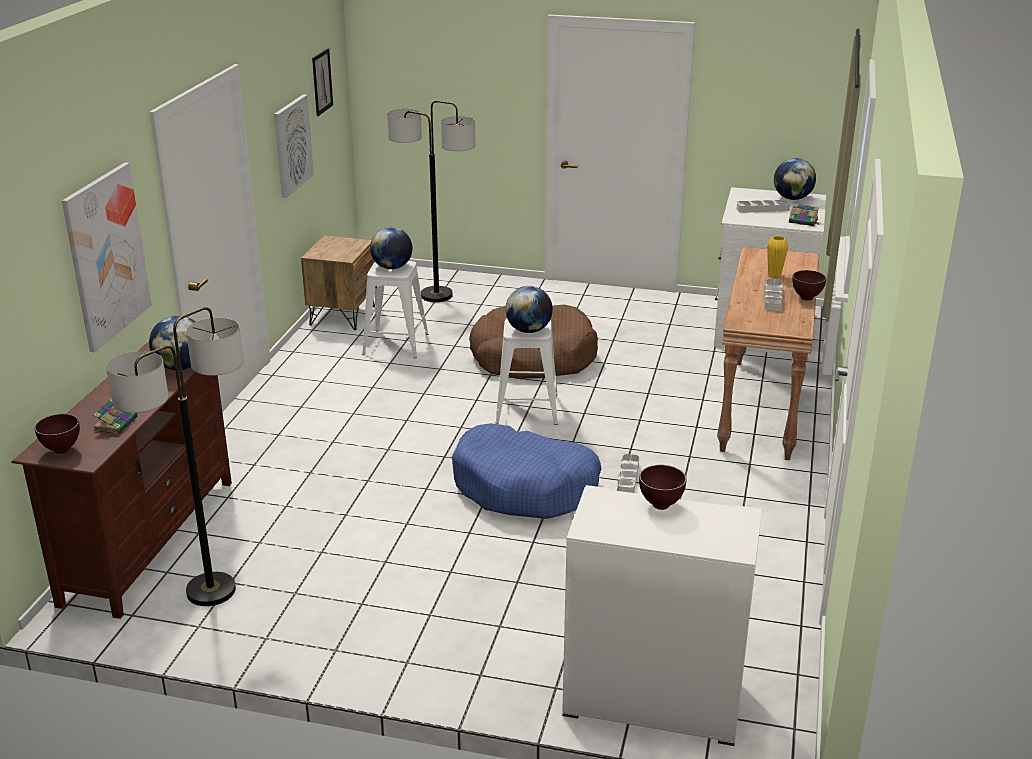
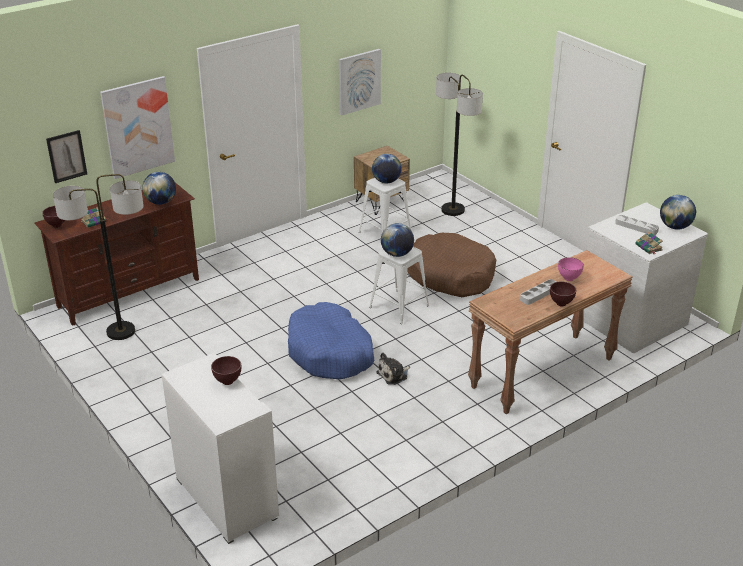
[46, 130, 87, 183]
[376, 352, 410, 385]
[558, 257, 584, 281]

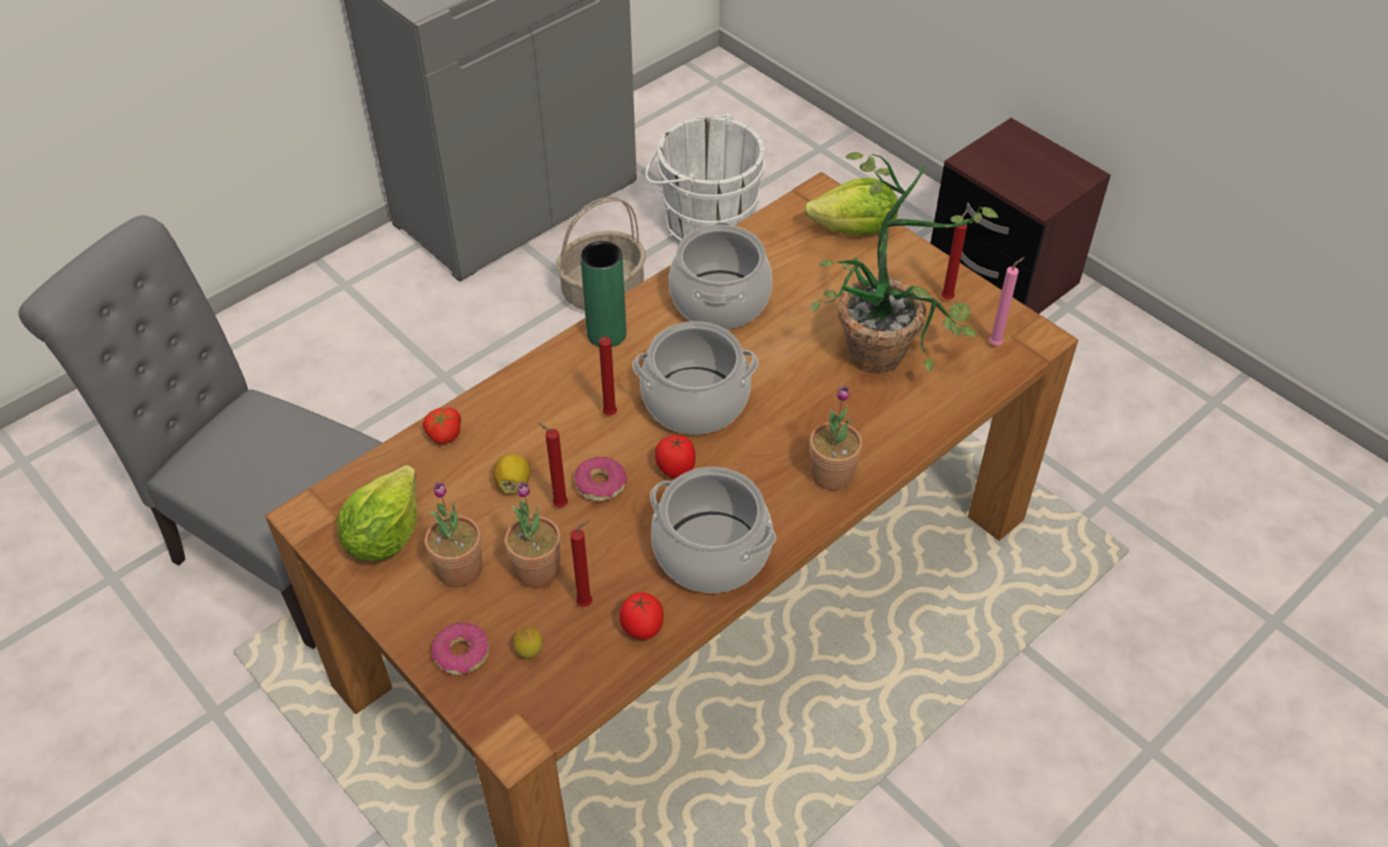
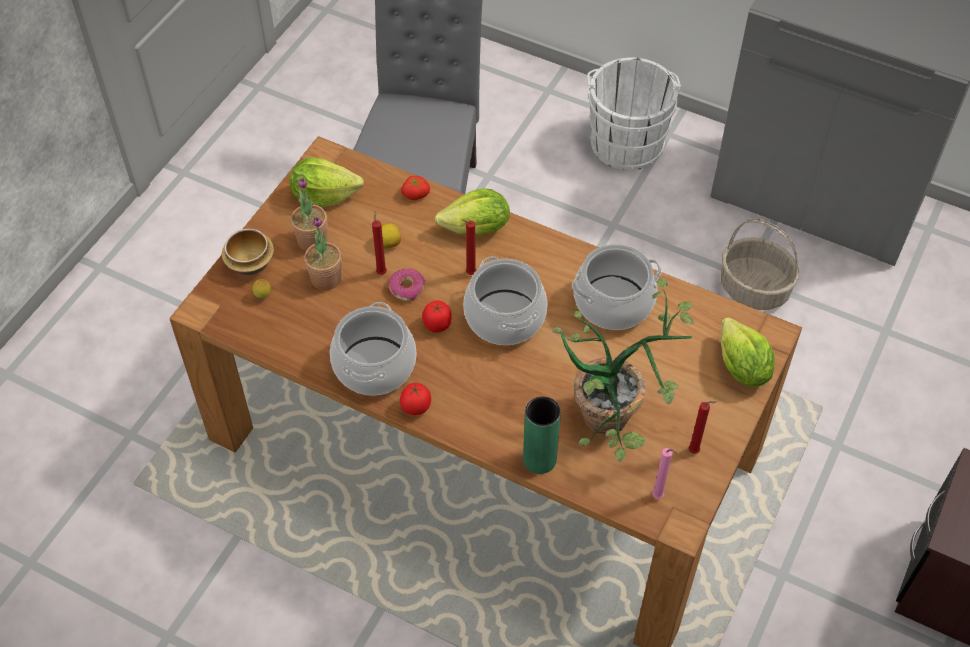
[222, 229, 274, 275]
[570, 520, 592, 607] (first image)
[523, 396, 561, 474]
[400, 383, 431, 415]
[587, 58, 681, 171]
[809, 386, 862, 490] (first image)
[435, 188, 510, 236]

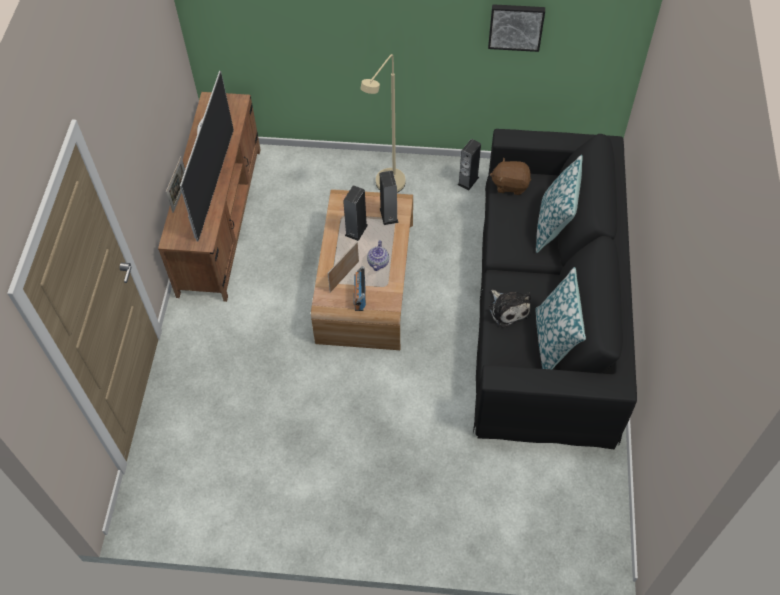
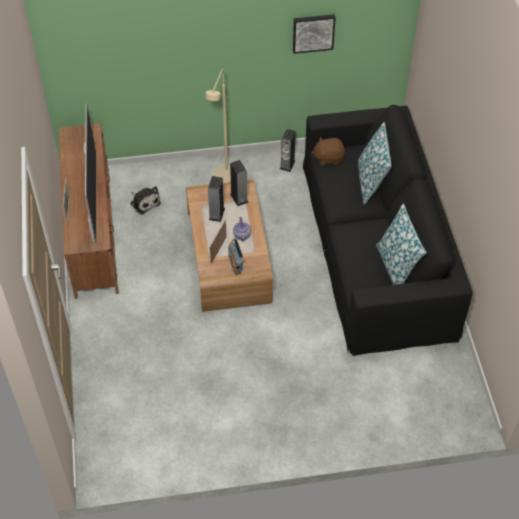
[131, 186, 161, 215]

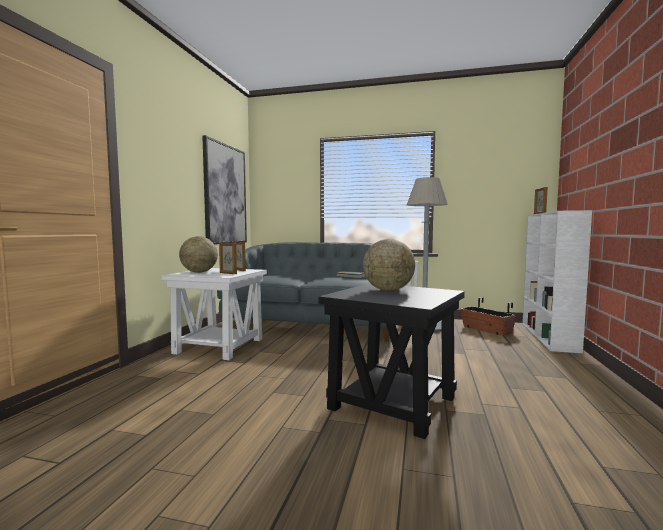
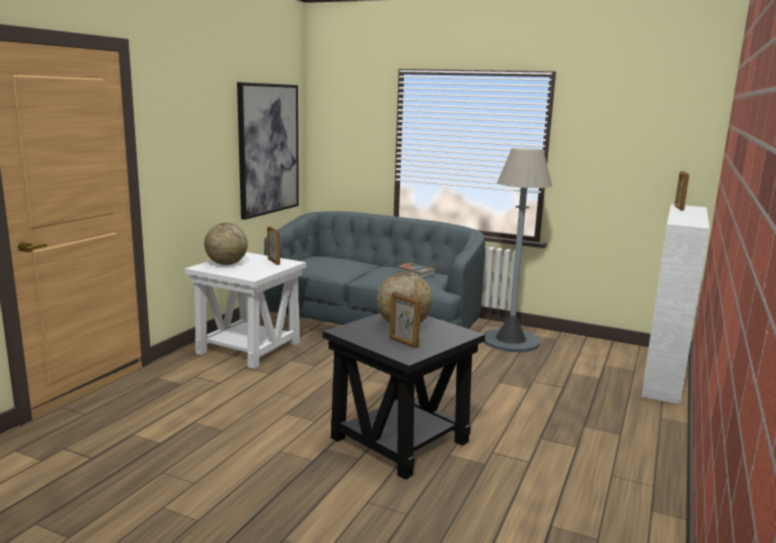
[390, 292, 421, 348]
[460, 297, 516, 336] (first image)

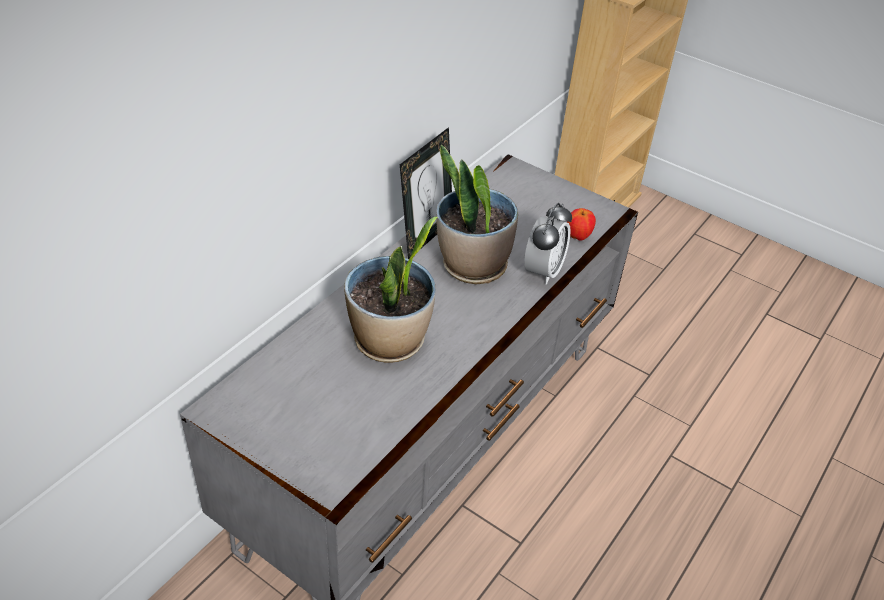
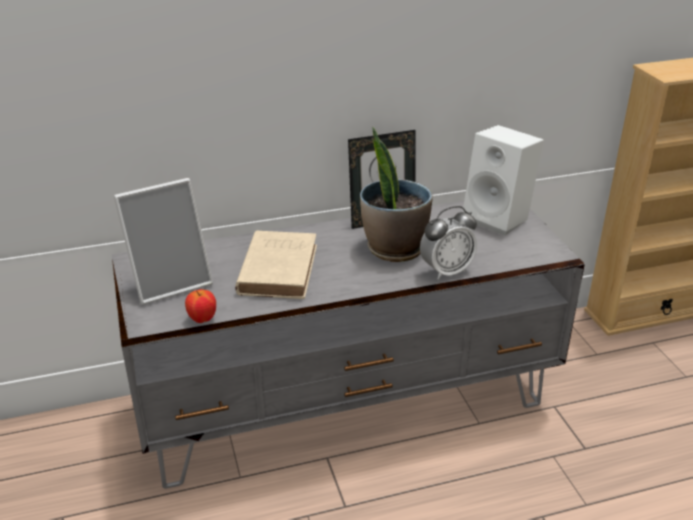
[235, 230, 317, 299]
[185, 289, 216, 323]
[114, 178, 213, 305]
[463, 125, 544, 236]

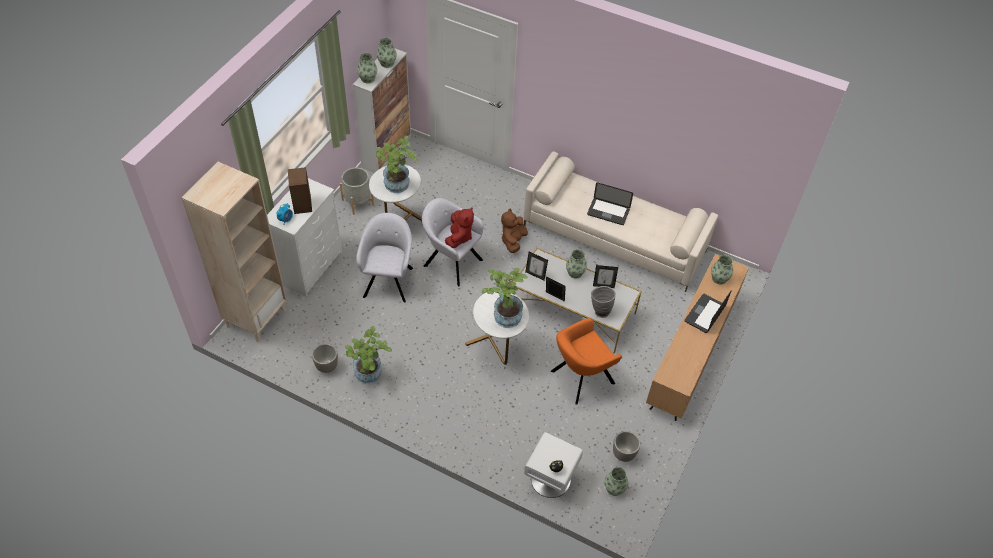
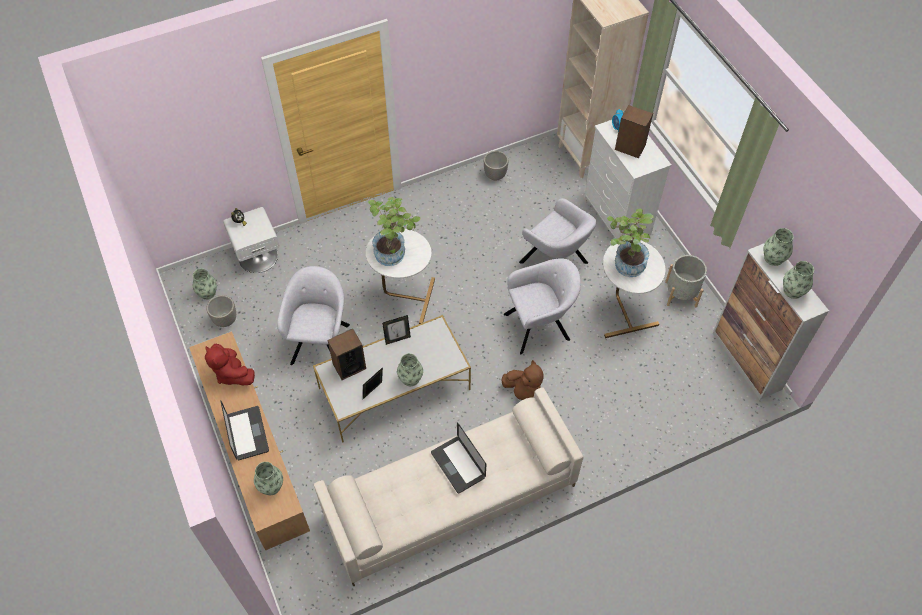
[345, 326, 392, 384] (first image)
[205, 344, 255, 385]
[525, 252, 548, 280] (first image)
[277, 266, 350, 365]
[431, 423, 486, 494]
[328, 329, 366, 380]

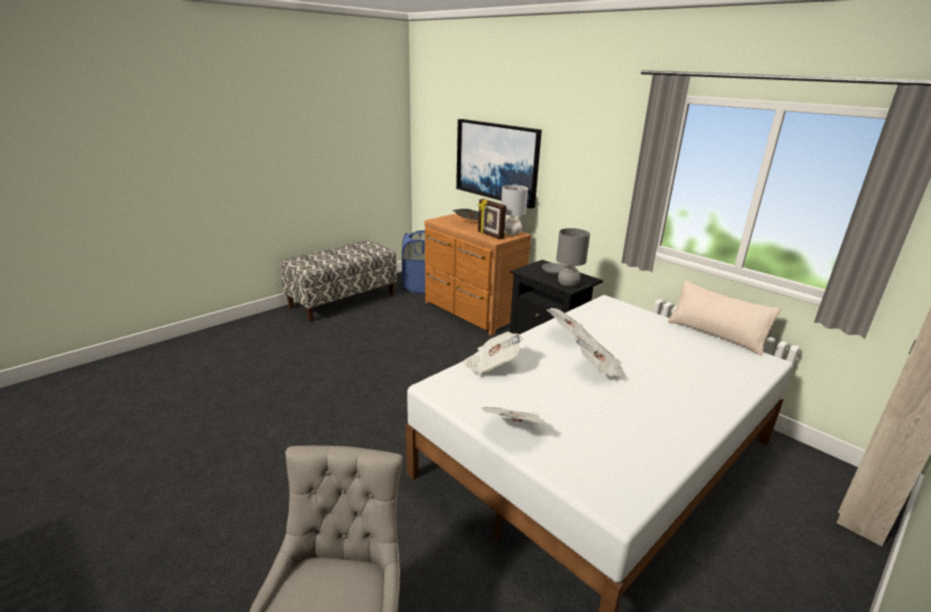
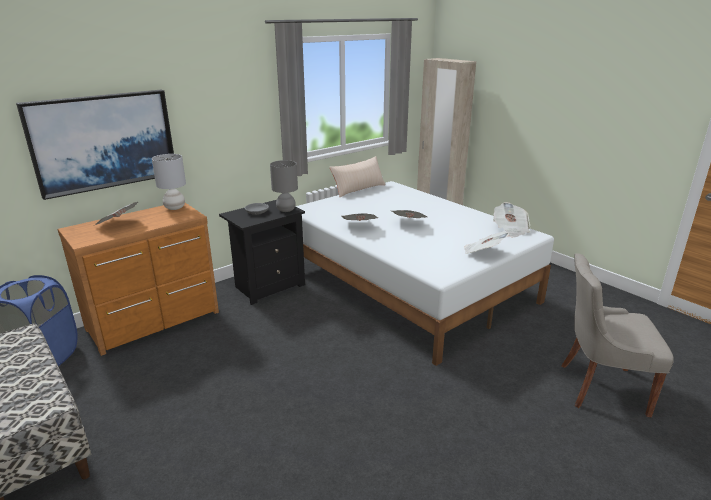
[493, 202, 530, 238]
[478, 199, 506, 239] (first image)

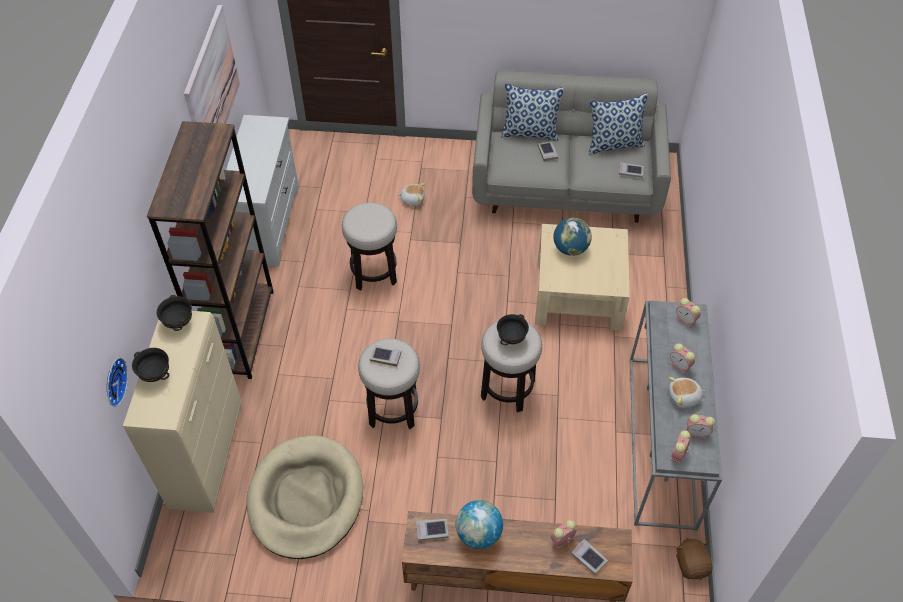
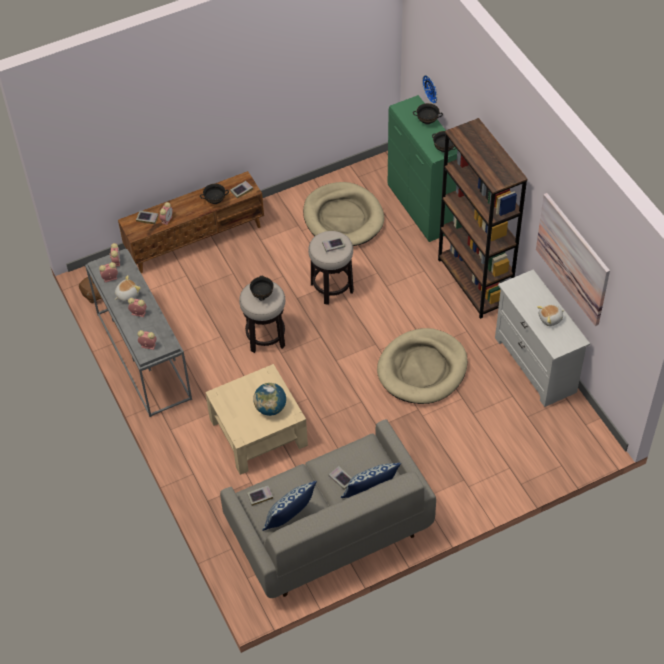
[388, 95, 457, 242]
[377, 328, 468, 404]
[537, 304, 564, 326]
[200, 184, 229, 204]

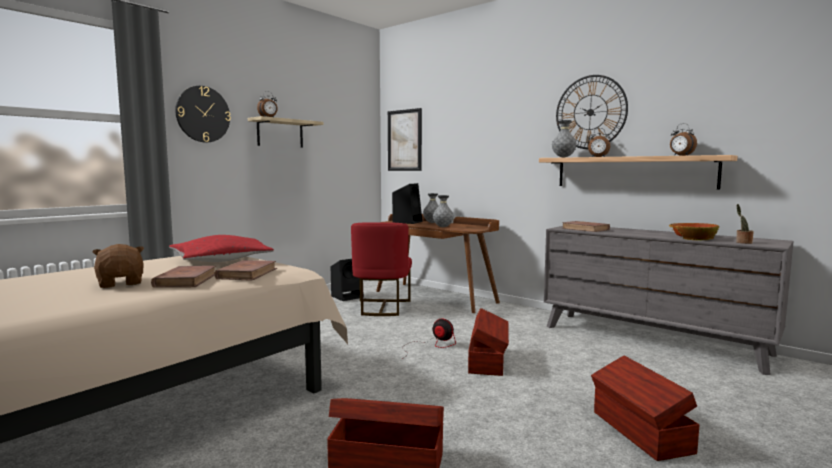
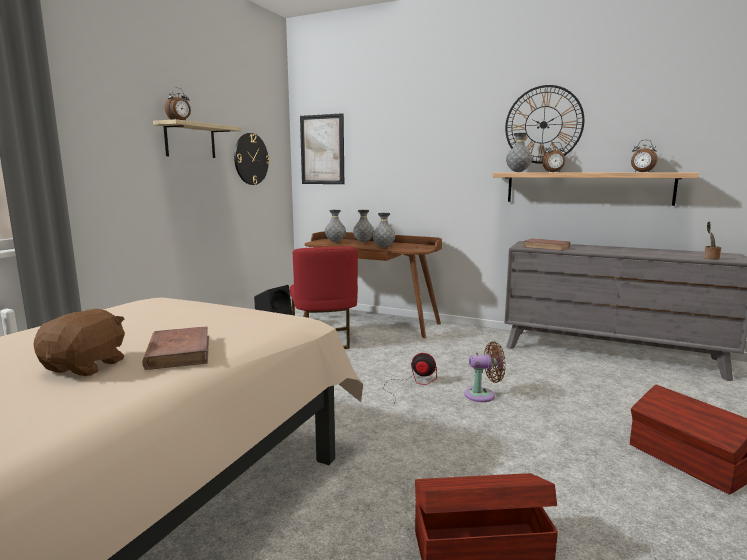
[34, 309, 125, 376]
[169, 235, 274, 262] (first image)
[234, 133, 270, 185]
[214, 260, 277, 280] (first image)
[325, 210, 346, 242]
[464, 341, 506, 402]
[669, 223, 719, 241] (first image)

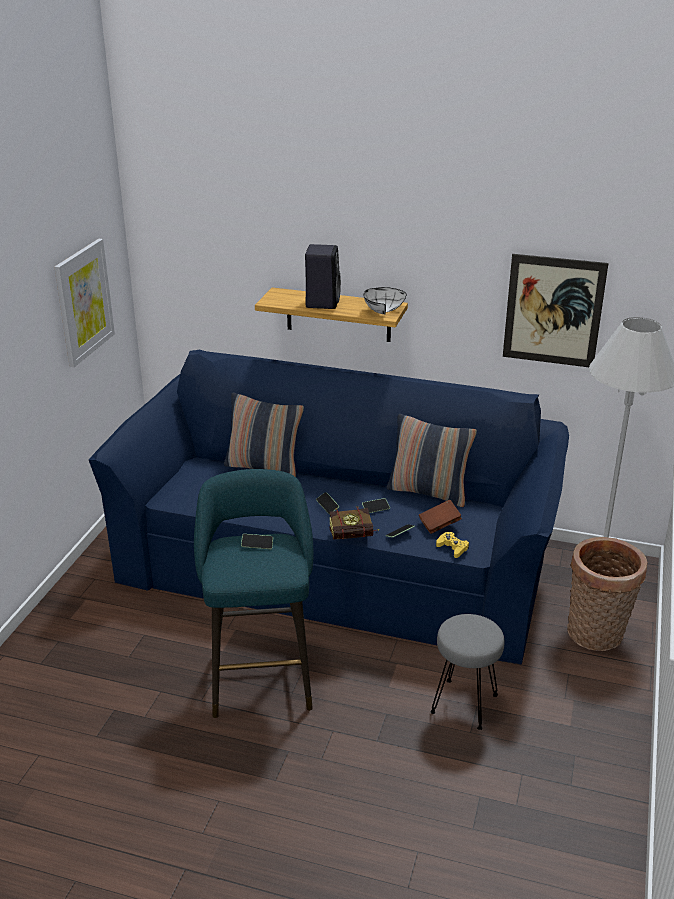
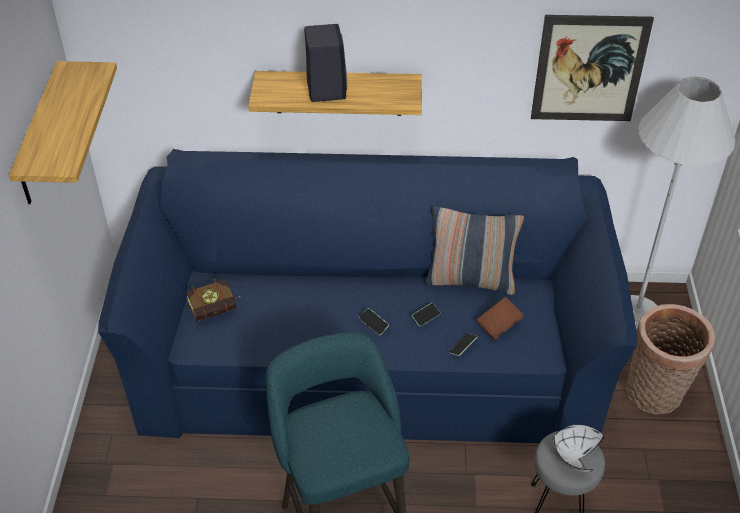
[9, 61, 117, 204]
[224, 393, 304, 477] (first image)
[241, 534, 273, 549] (first image)
[186, 279, 240, 321]
[553, 424, 604, 472]
[436, 532, 469, 558] (first image)

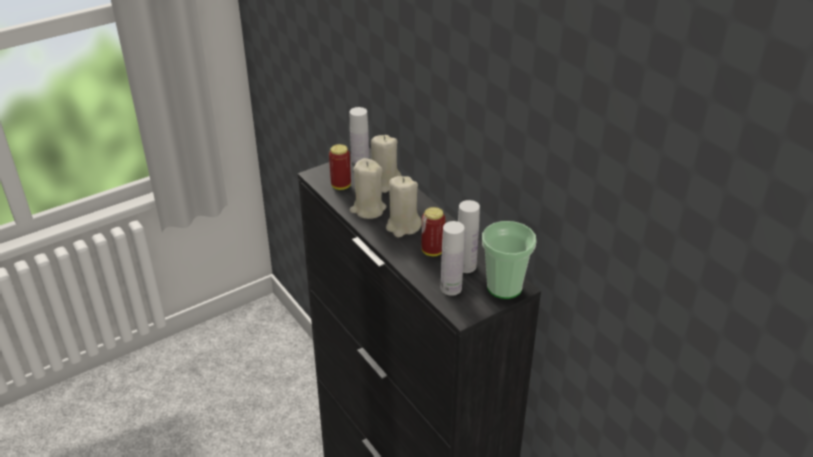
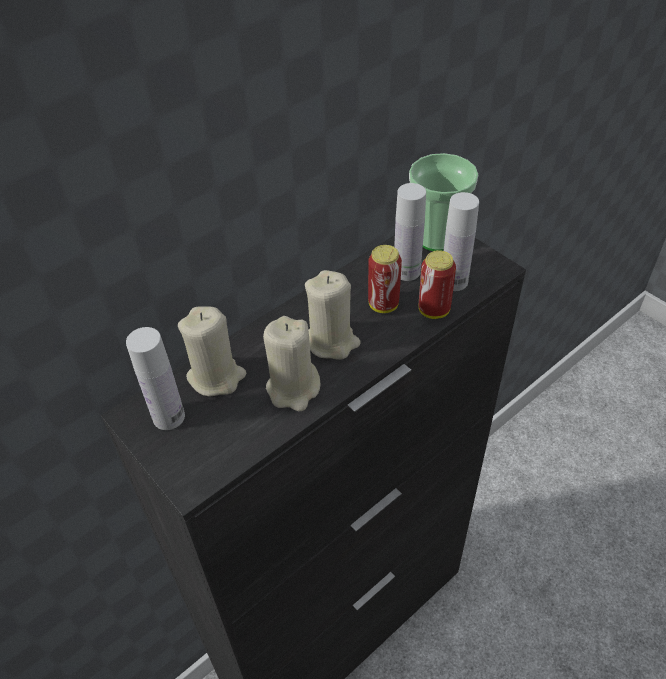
[419, 250, 456, 319]

